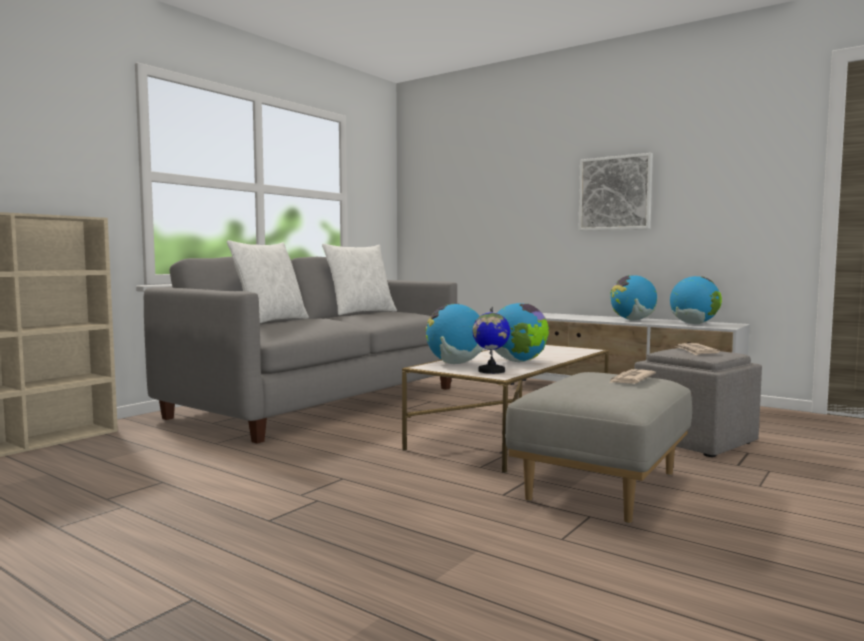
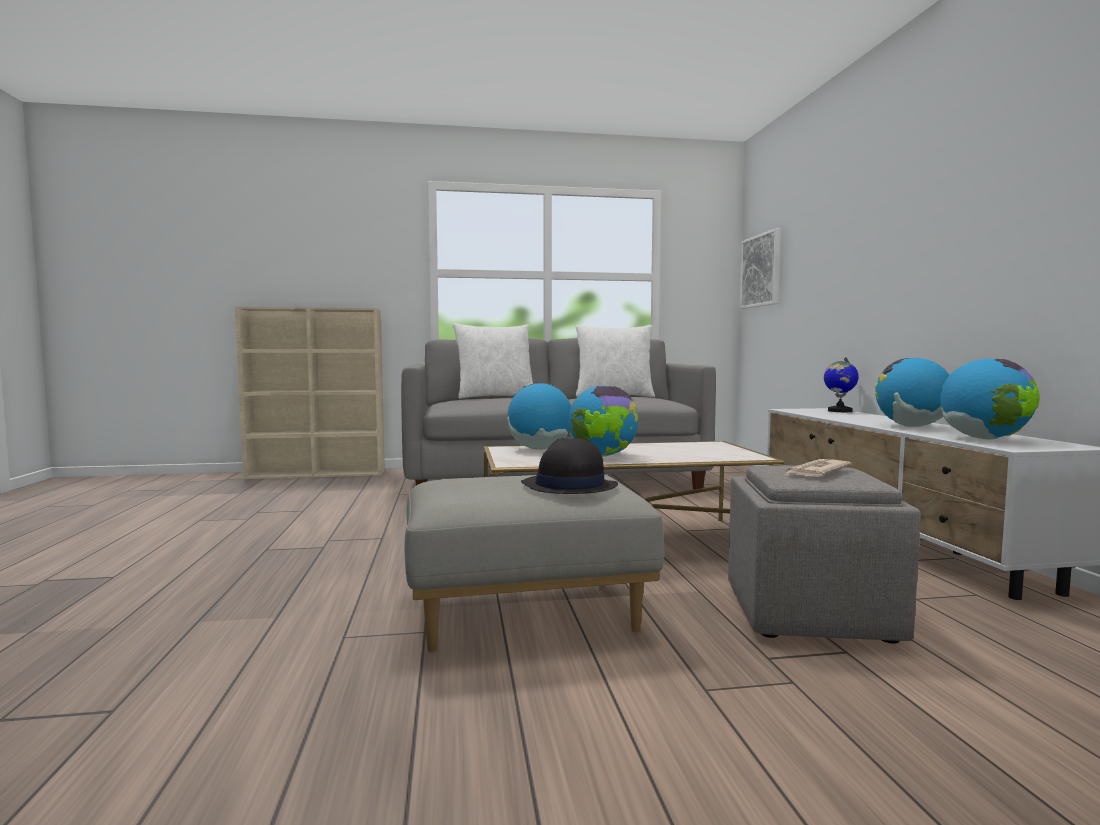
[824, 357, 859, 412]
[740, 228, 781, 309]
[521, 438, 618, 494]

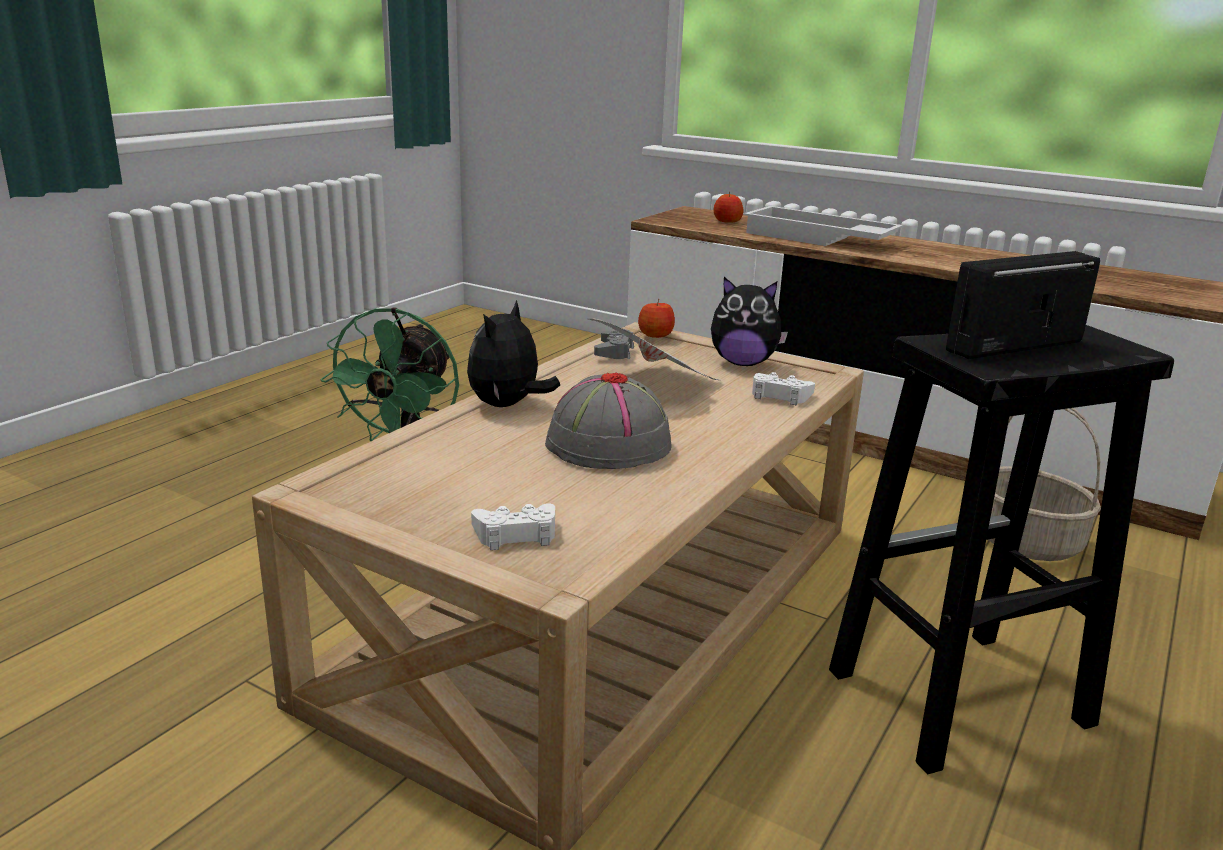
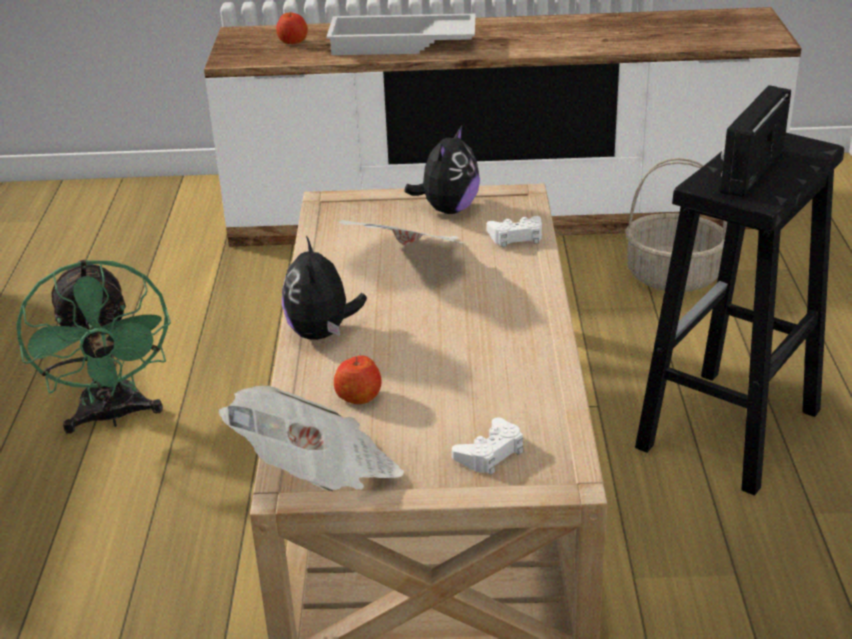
[545, 372, 672, 469] (first image)
[594, 329, 634, 359] (first image)
[334, 355, 382, 404]
[404, 126, 480, 214]
[218, 385, 404, 492]

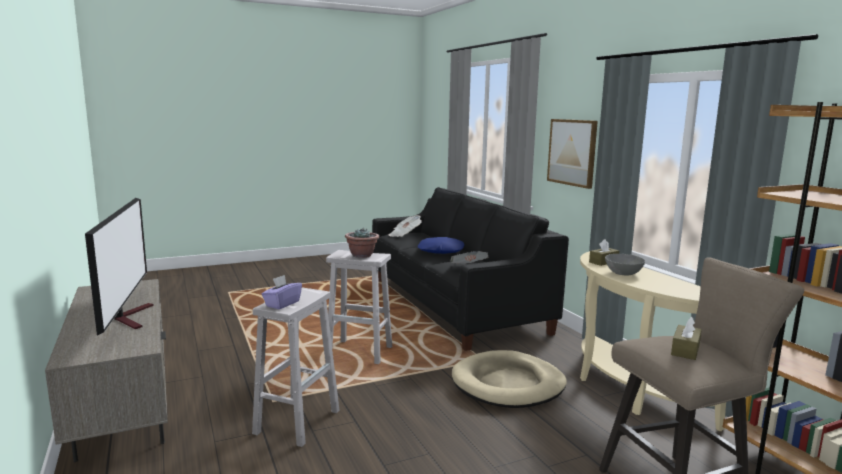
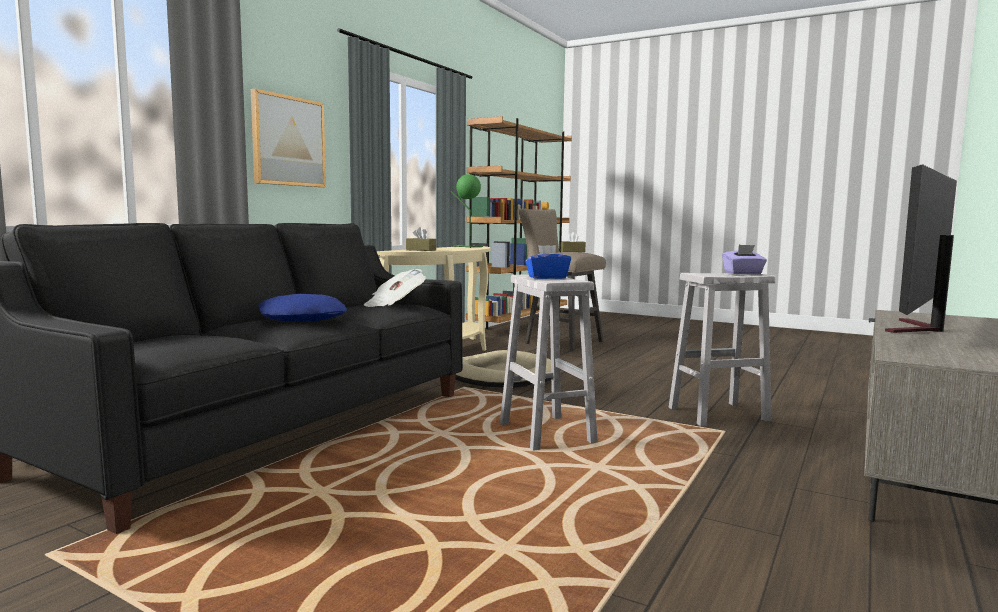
[525, 245, 571, 279]
[388, 215, 422, 237] (first image)
[605, 254, 645, 276] (first image)
[451, 174, 483, 248]

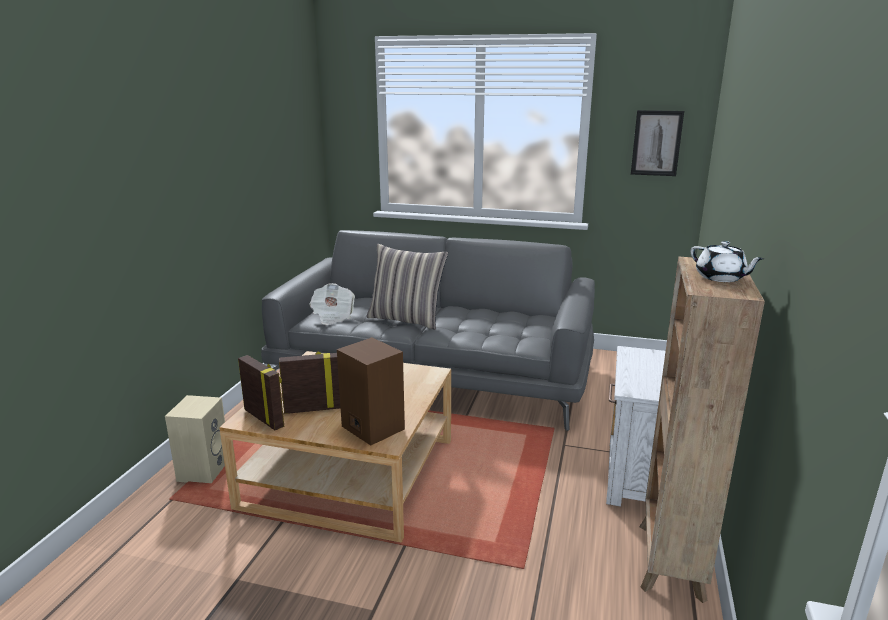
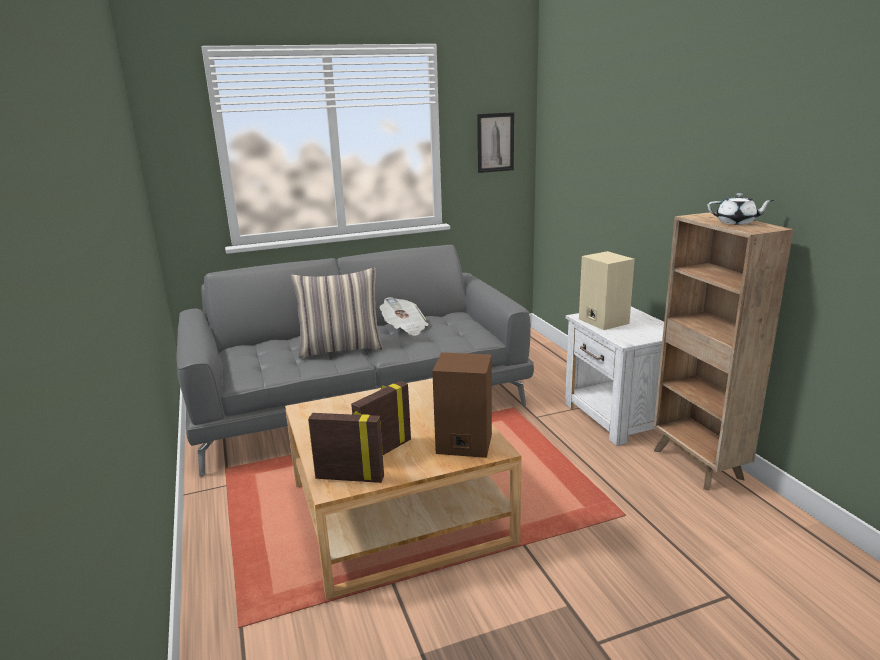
[579, 251, 635, 330]
[380, 297, 429, 336]

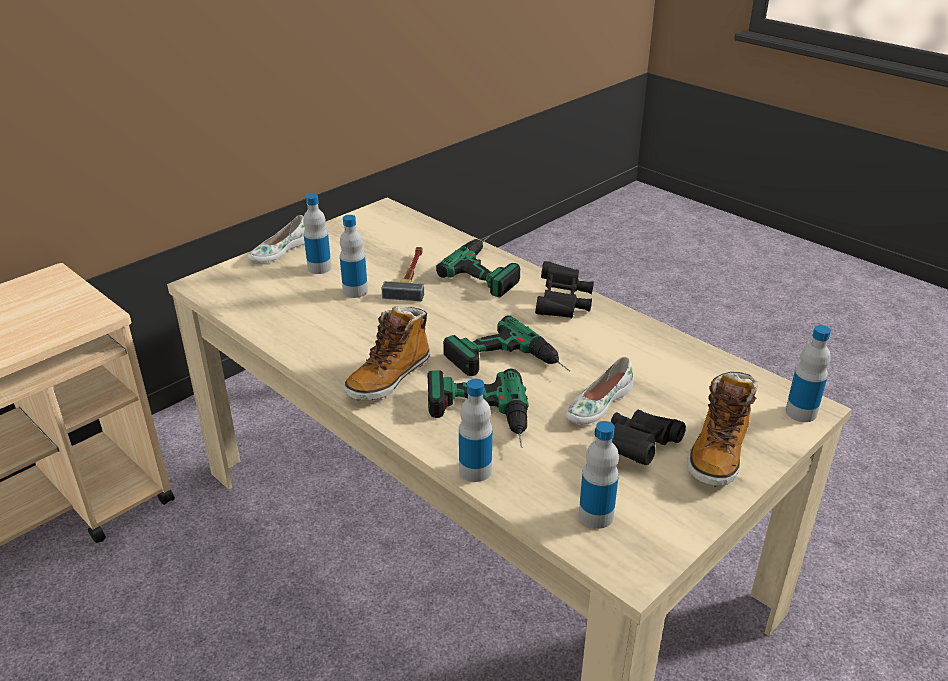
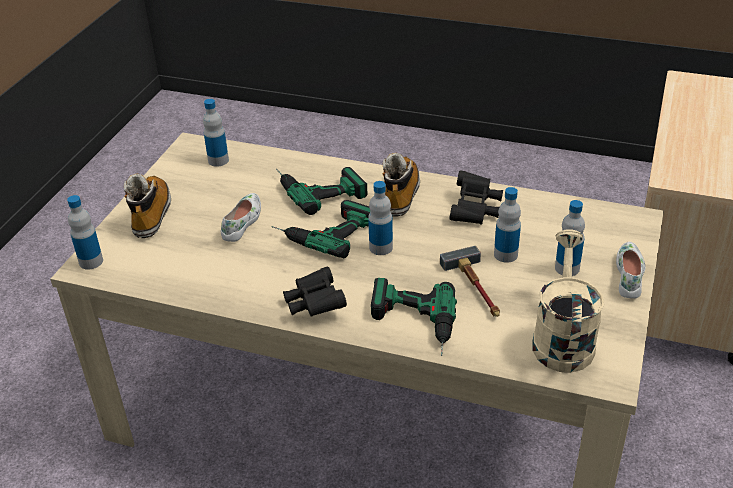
[368, 181, 393, 255]
[449, 170, 503, 225]
[532, 229, 604, 373]

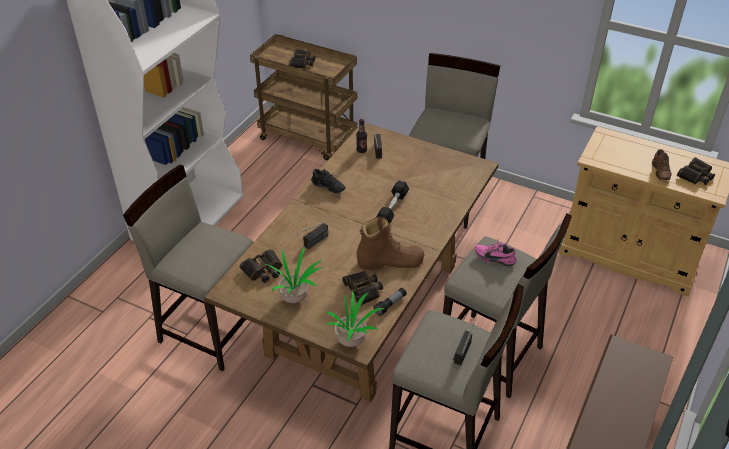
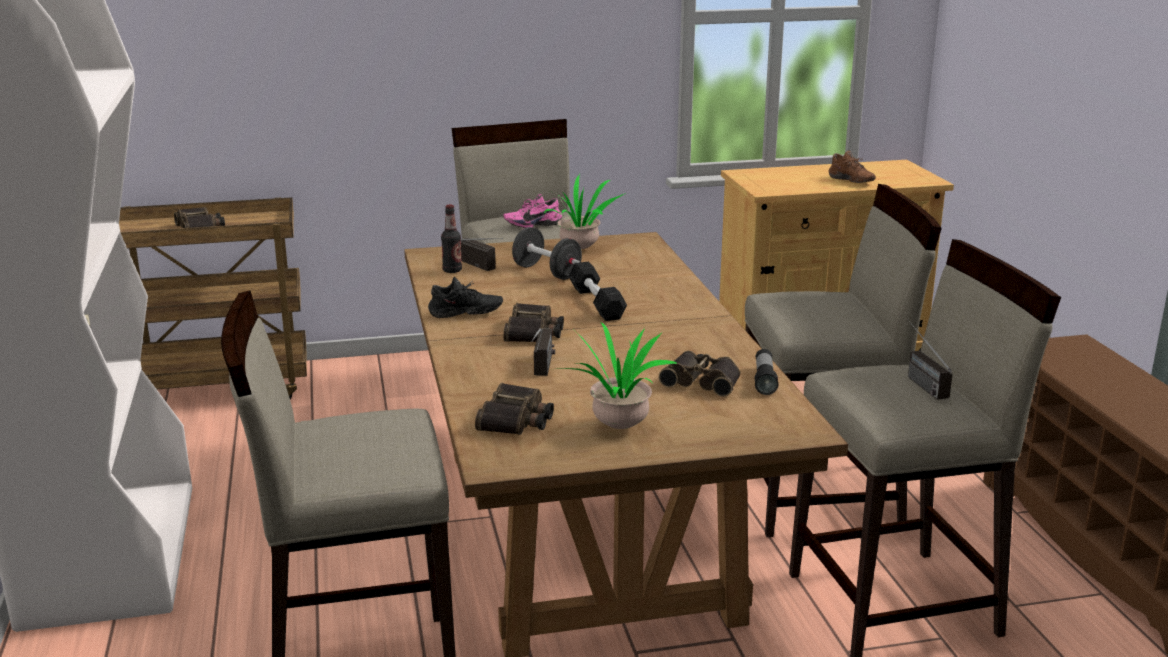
[544, 174, 626, 249]
[357, 217, 424, 270] (first image)
[503, 194, 562, 228]
[503, 303, 564, 342]
[512, 227, 582, 280]

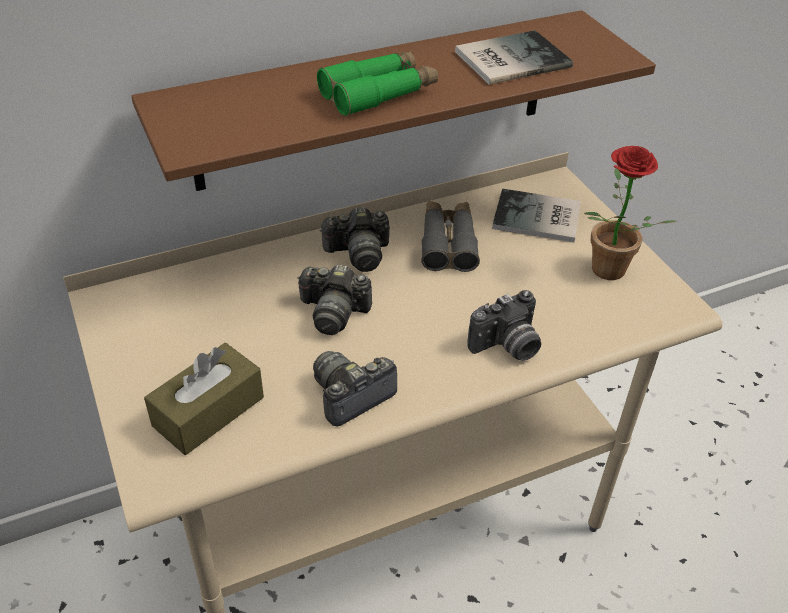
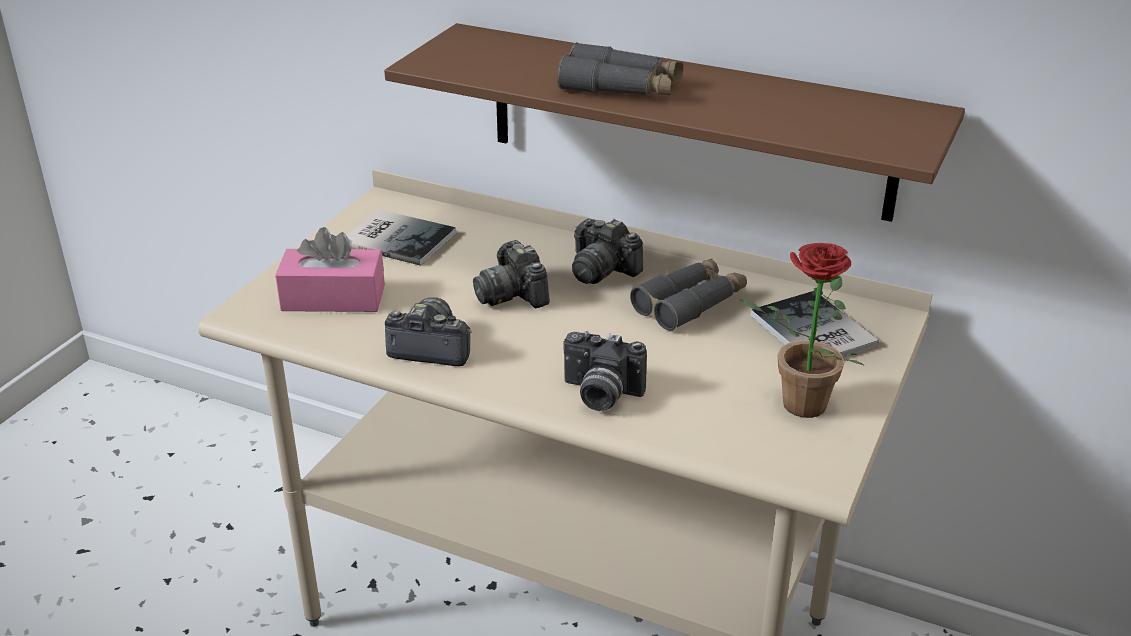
[275, 227, 385, 312]
[557, 42, 684, 95]
[347, 209, 456, 266]

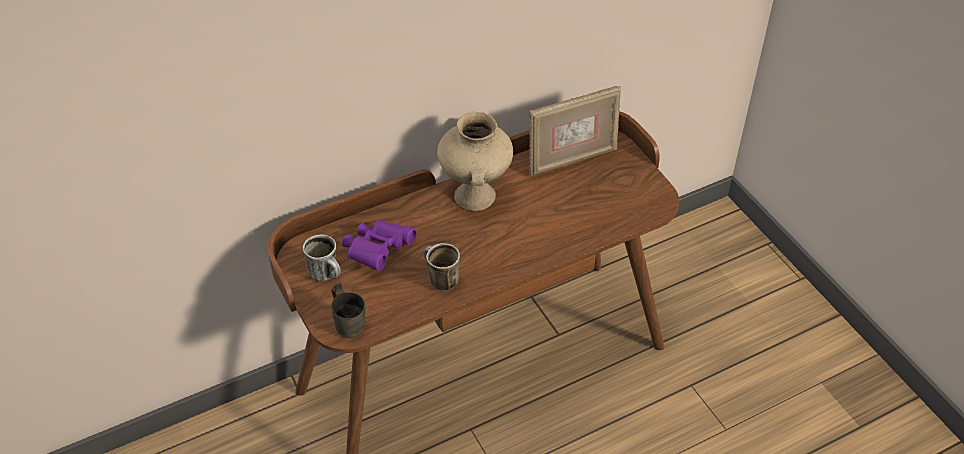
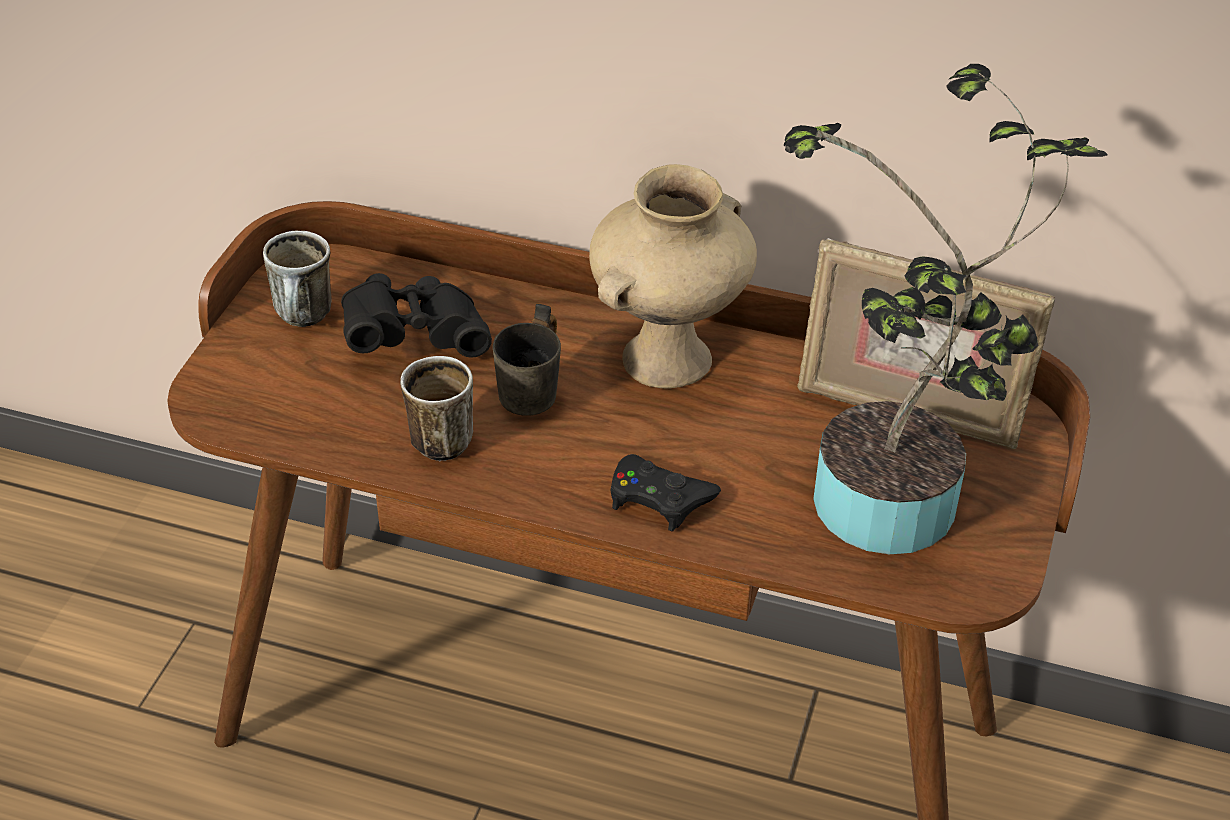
[493, 304, 561, 416]
[341, 273, 492, 358]
[611, 454, 721, 531]
[784, 64, 1108, 554]

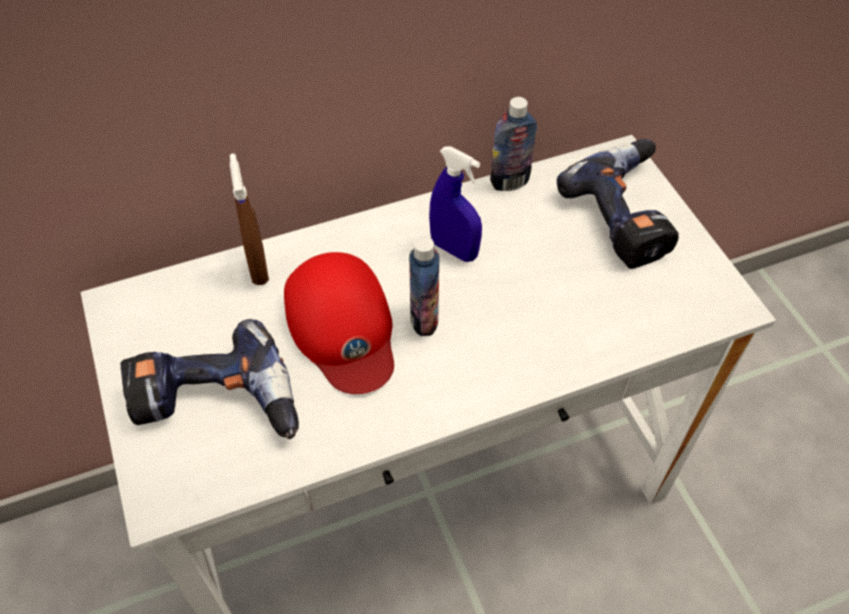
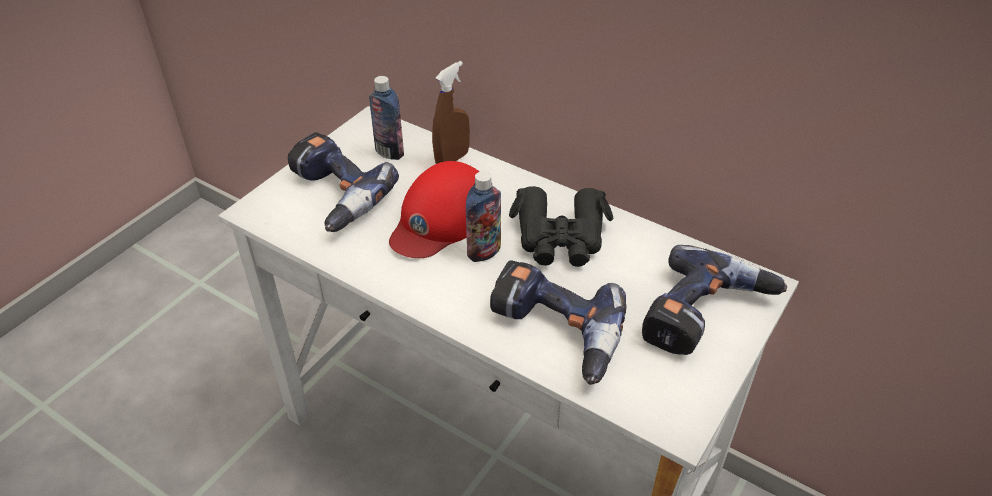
[509, 186, 613, 267]
[369, 76, 404, 160]
[490, 260, 626, 385]

